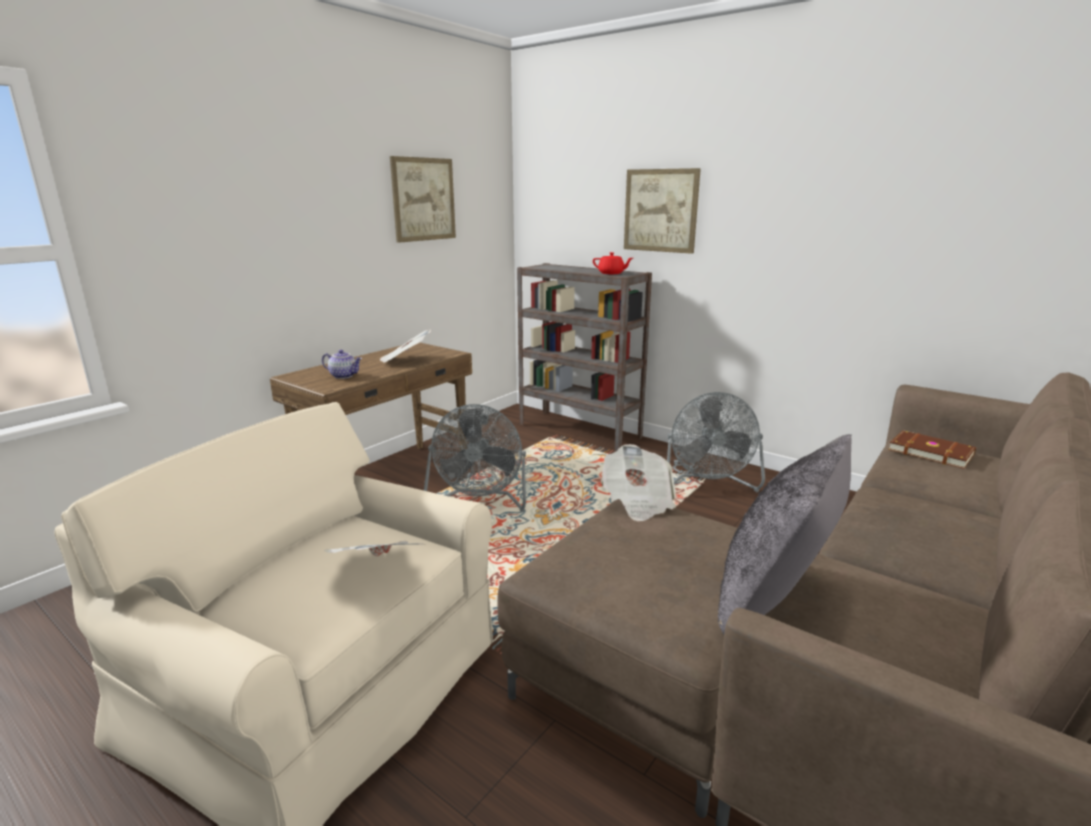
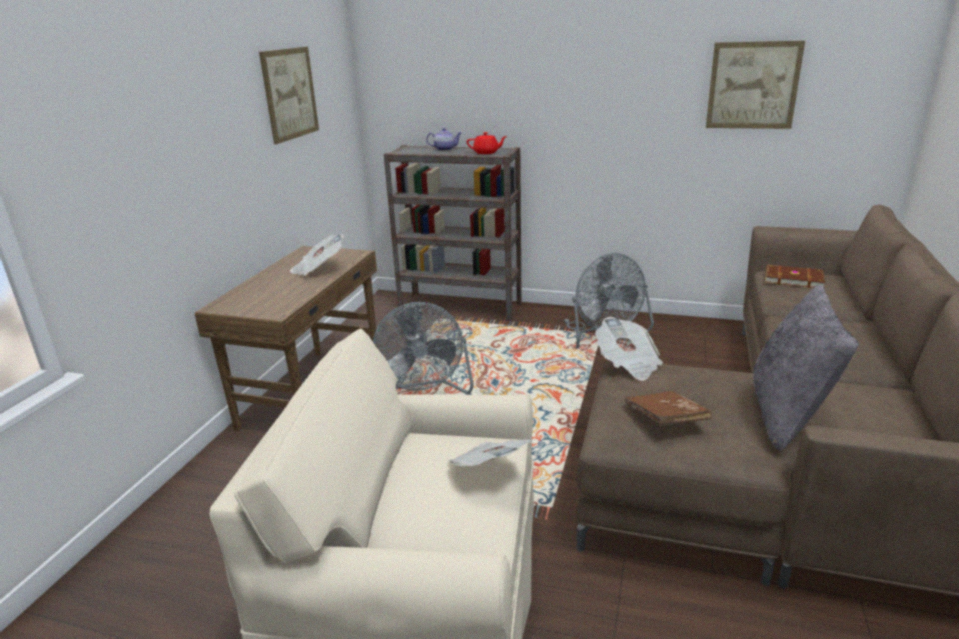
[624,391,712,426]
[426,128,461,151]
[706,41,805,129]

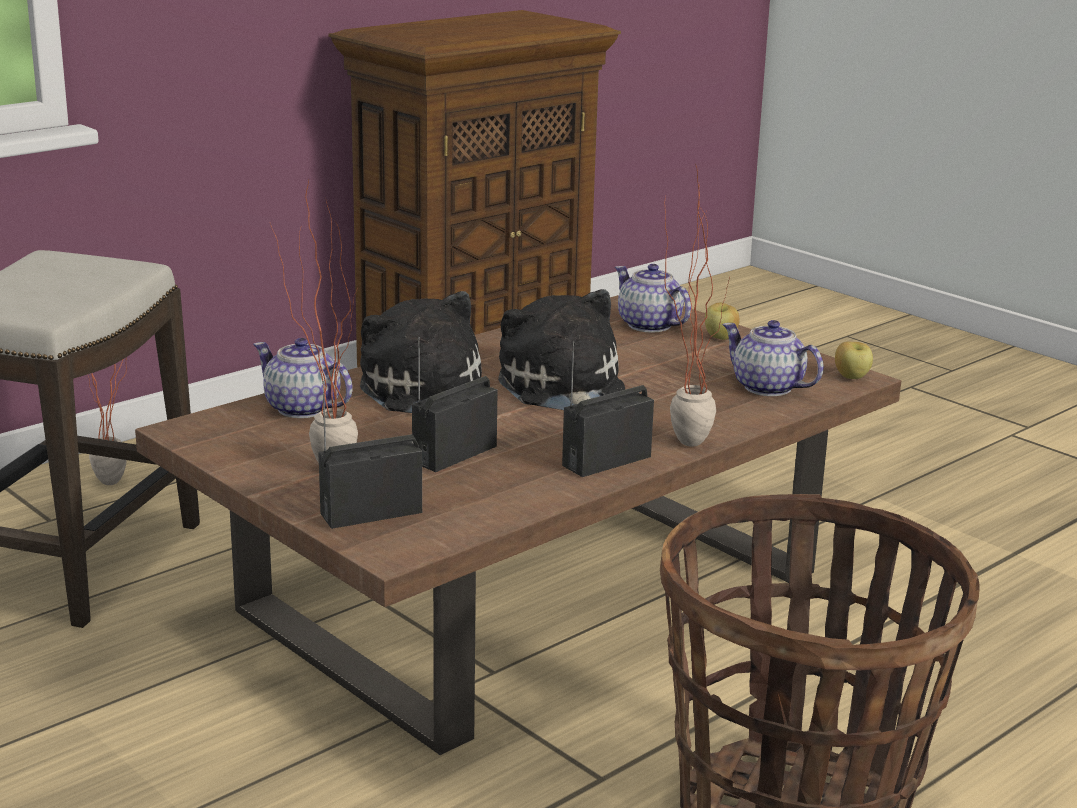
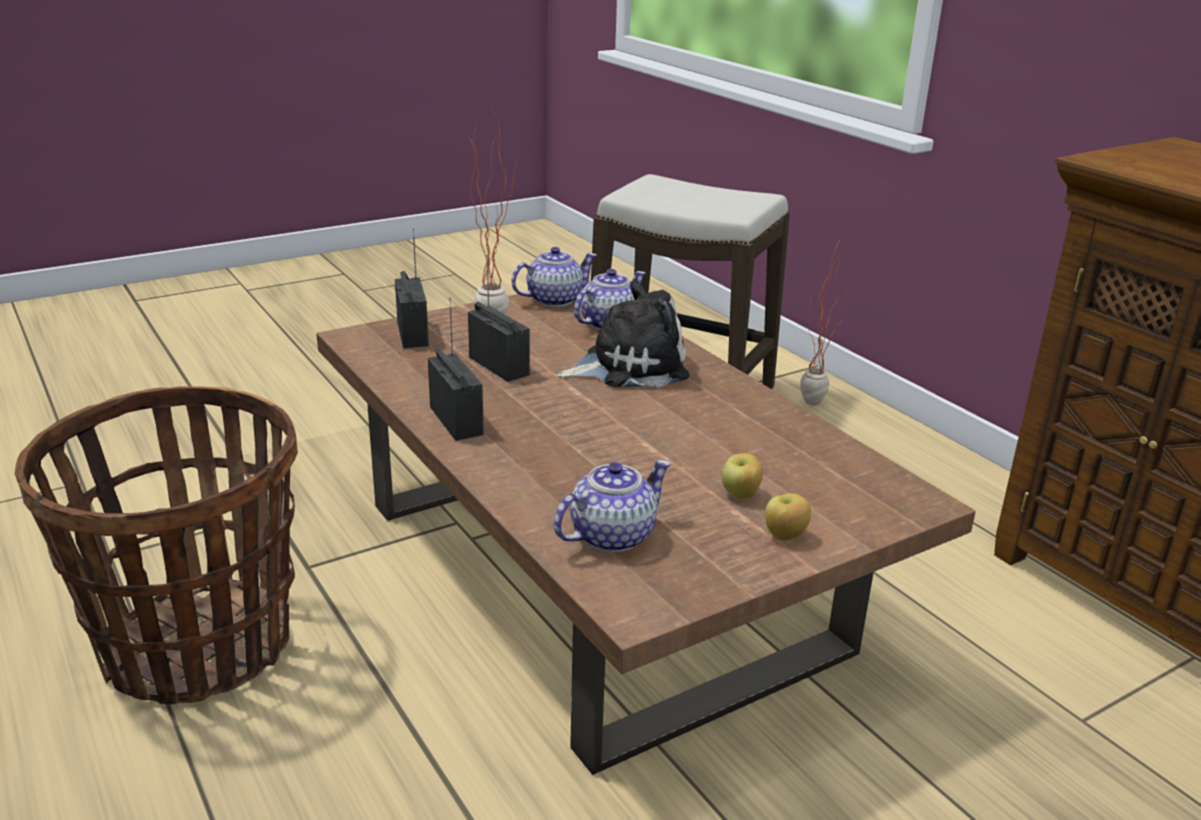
[498,289,625,410] (first image)
[664,164,729,447] (first image)
[512,247,597,307]
[722,453,763,499]

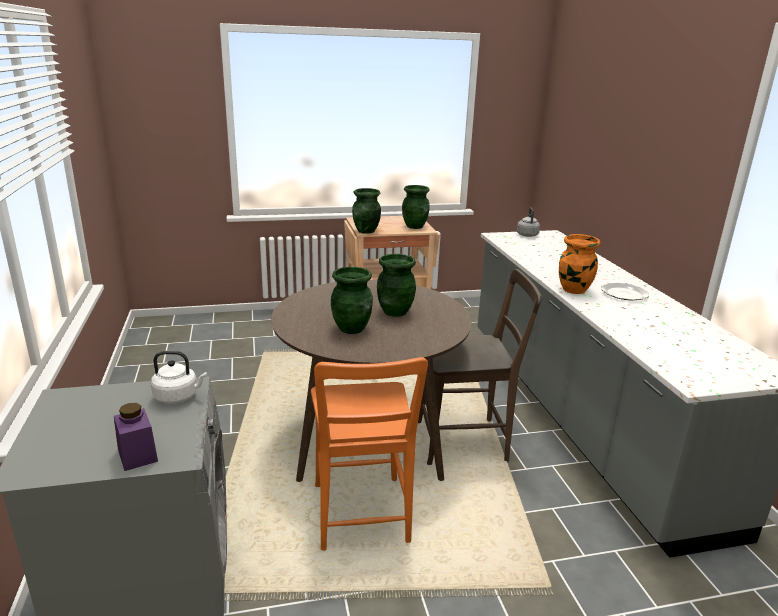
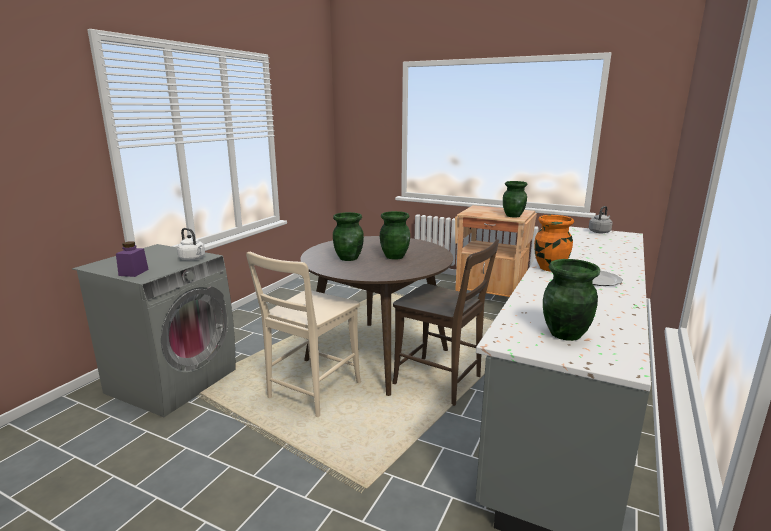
[543,259,600,341]
[246,252,361,417]

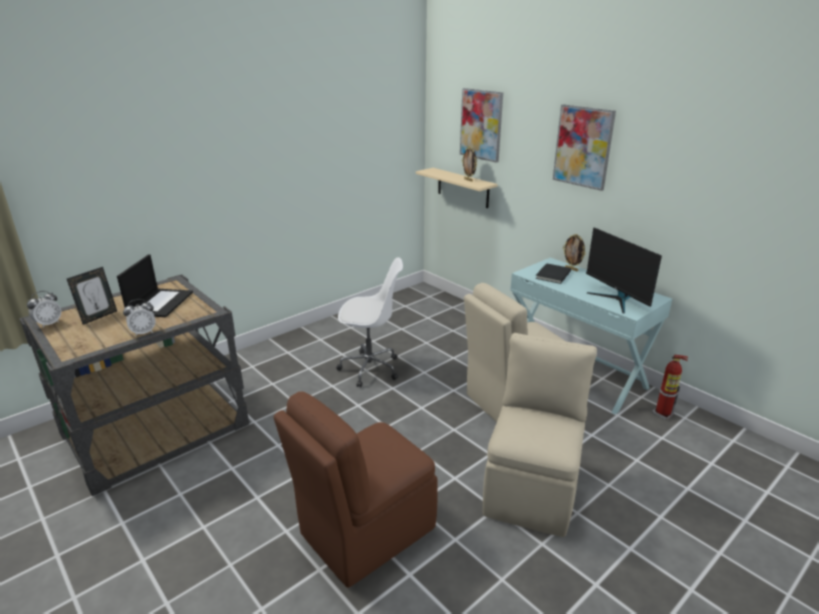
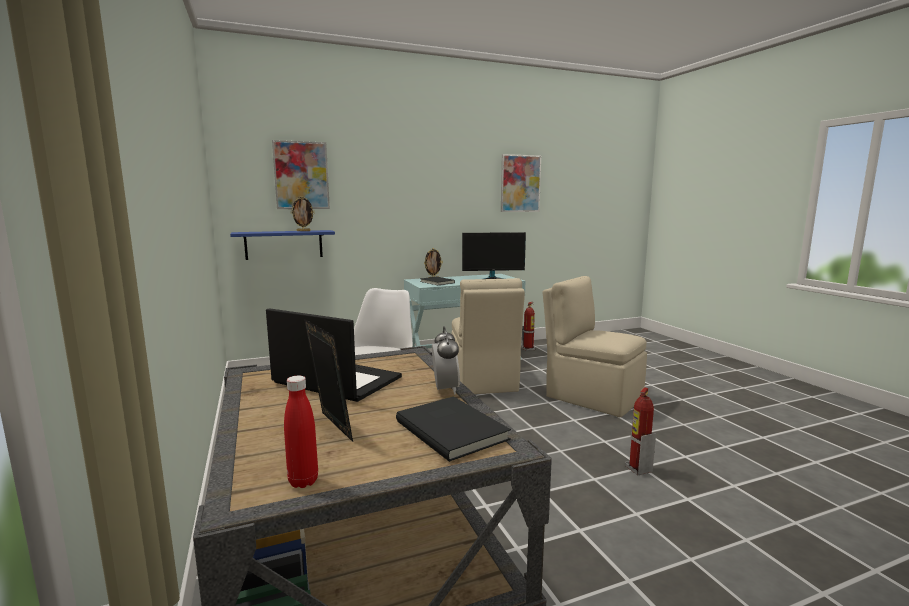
[396,396,511,462]
[501,154,541,212]
[284,376,318,488]
[625,387,656,475]
[230,230,335,260]

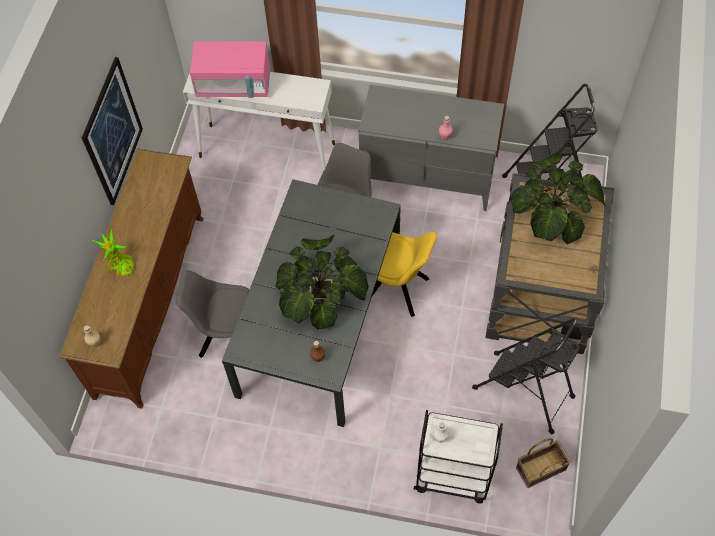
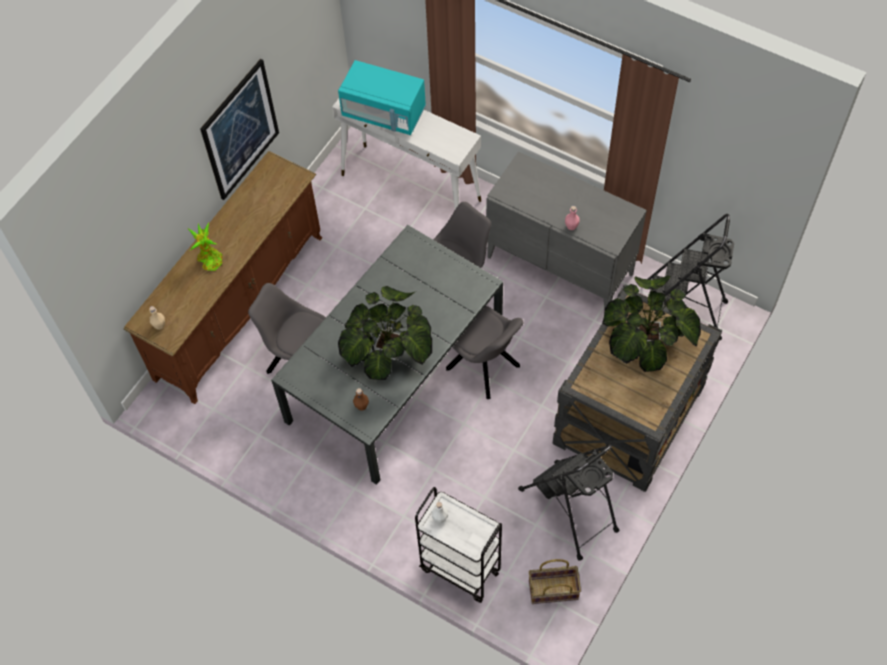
[338,60,426,135]
[446,306,523,399]

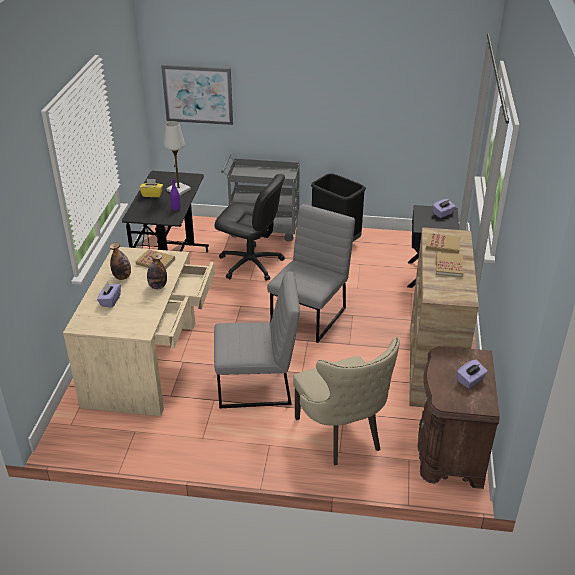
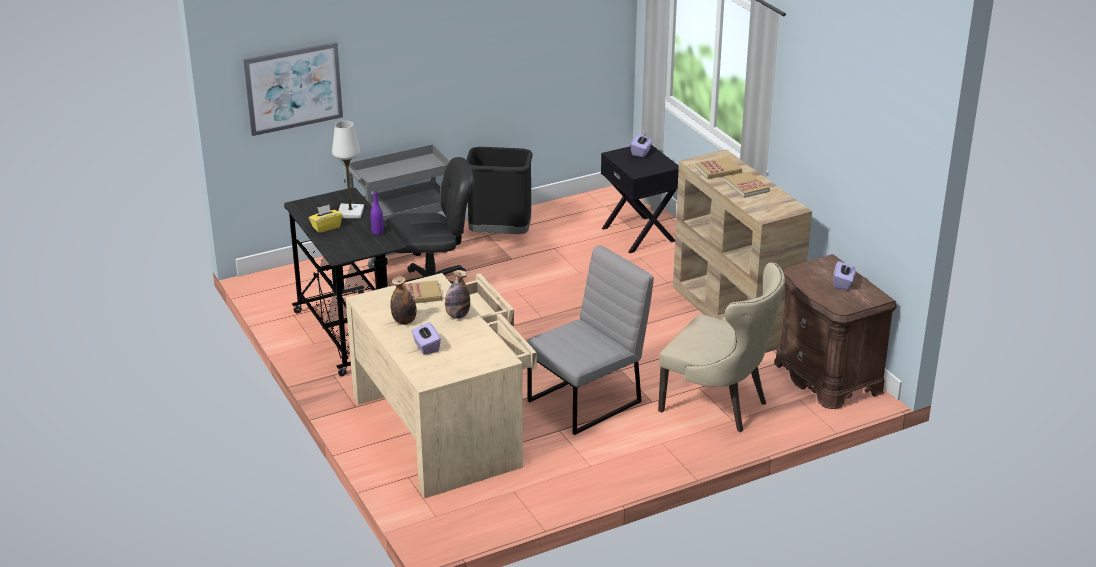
[267,204,355,343] (first image)

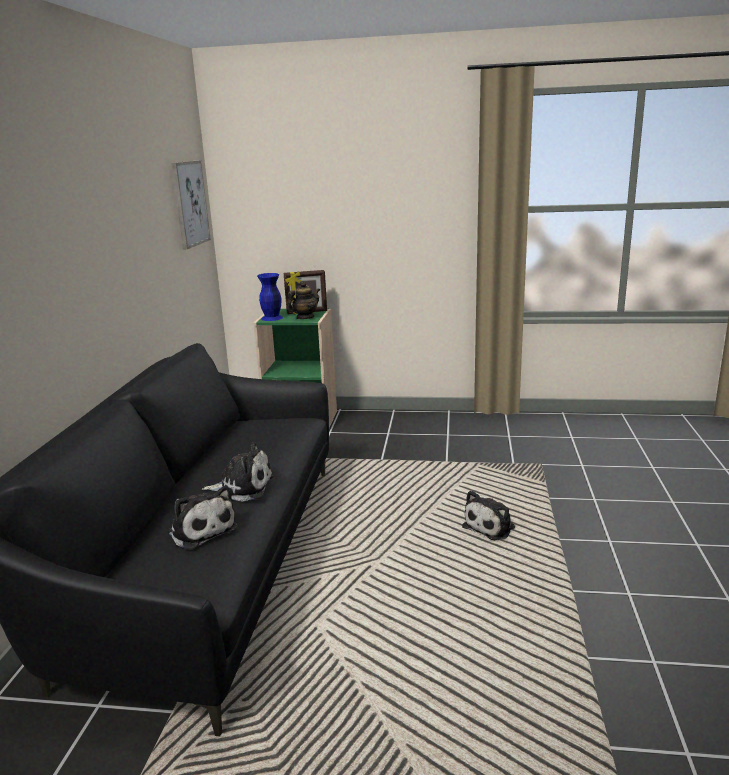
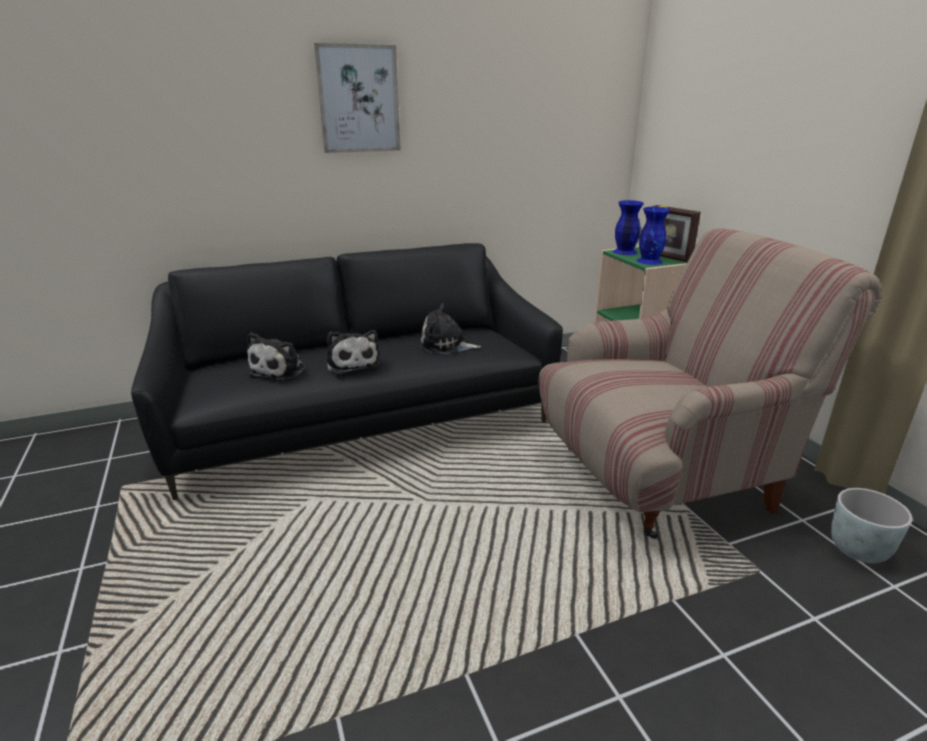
[538,228,882,539]
[831,488,913,563]
[314,43,401,153]
[420,304,481,354]
[637,207,670,265]

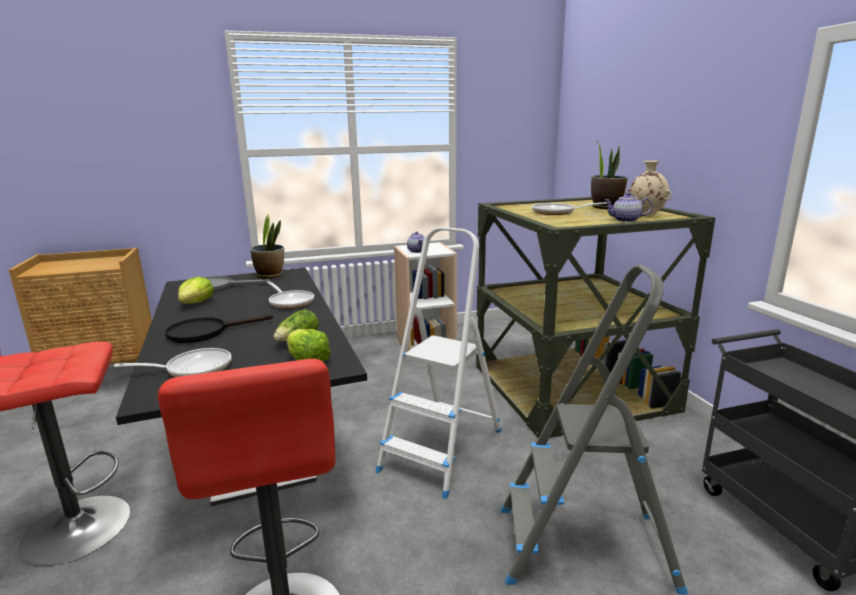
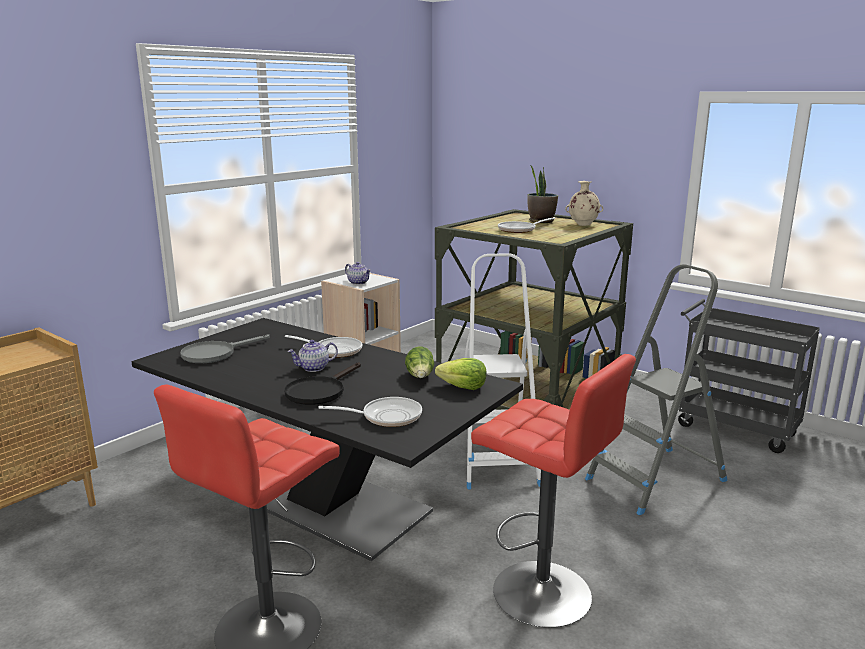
[178,277,214,304] (first image)
[250,214,284,278] (first image)
[288,340,338,372]
[318,397,422,427]

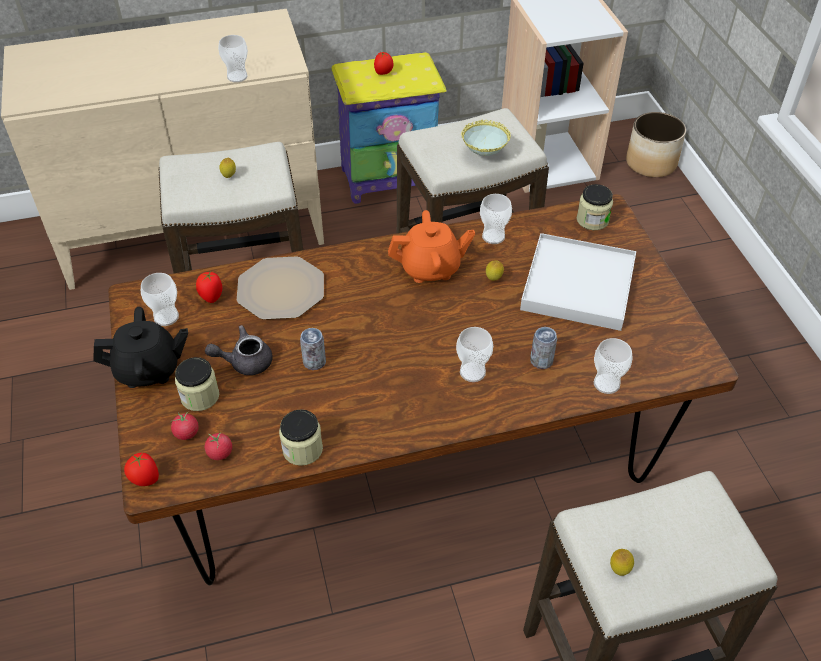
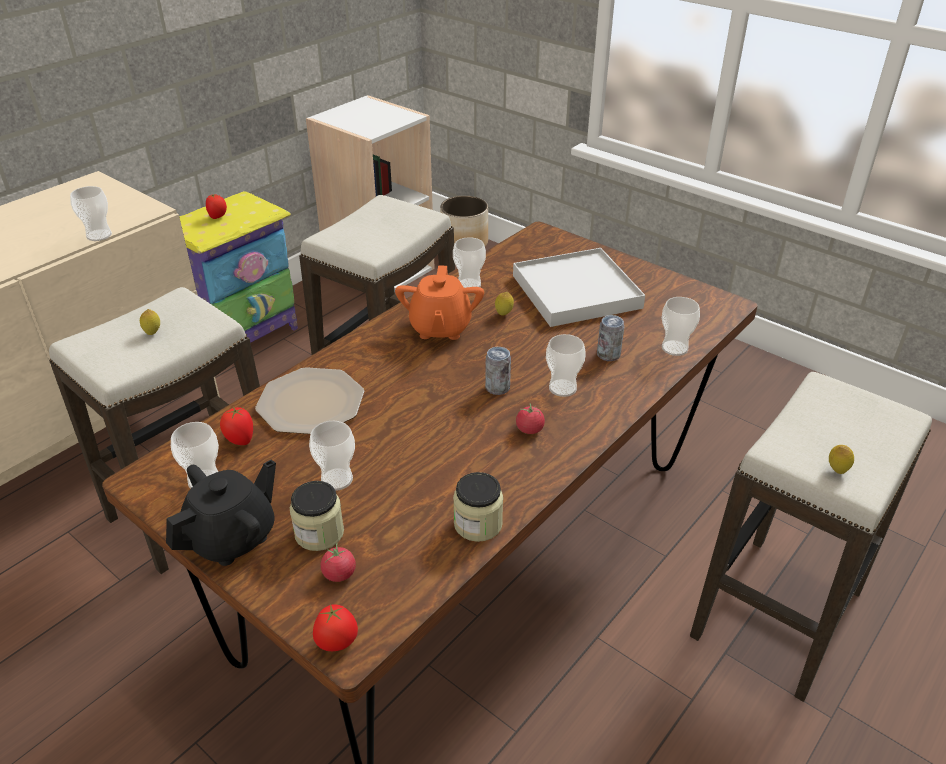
[461,120,511,156] (first image)
[577,184,613,230] (first image)
[516,403,545,434]
[485,347,511,395]
[309,421,355,491]
[395,265,484,340]

